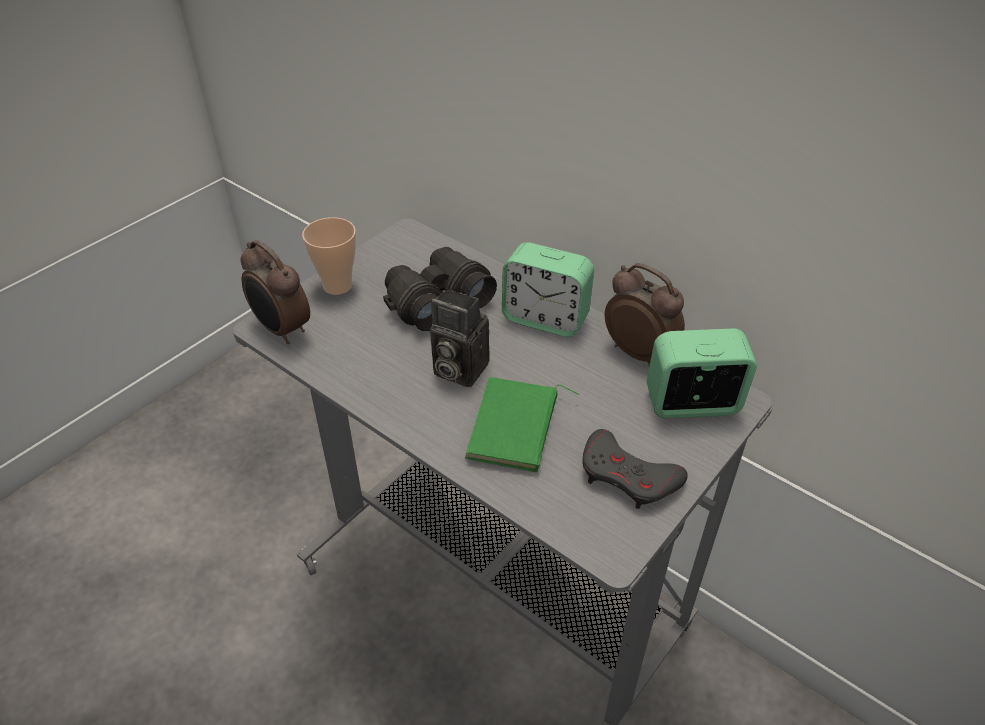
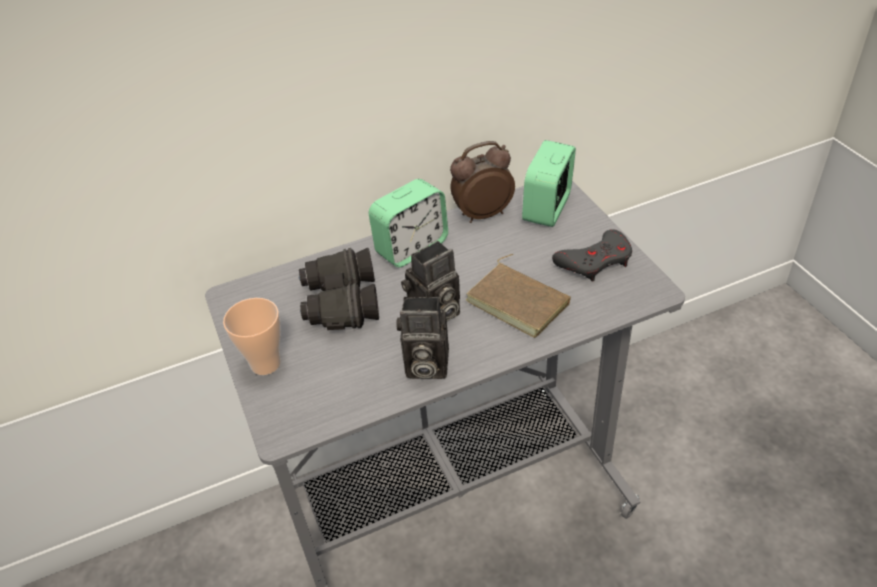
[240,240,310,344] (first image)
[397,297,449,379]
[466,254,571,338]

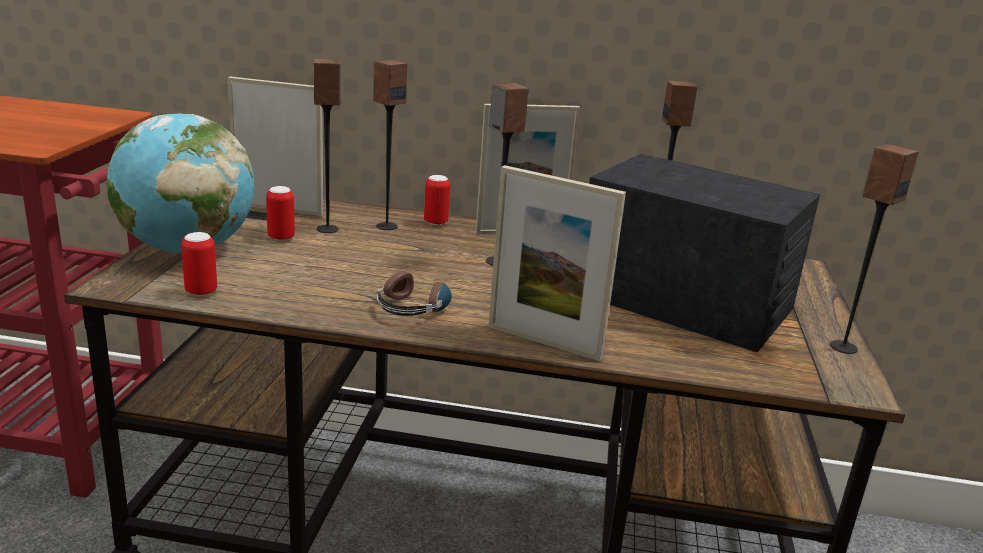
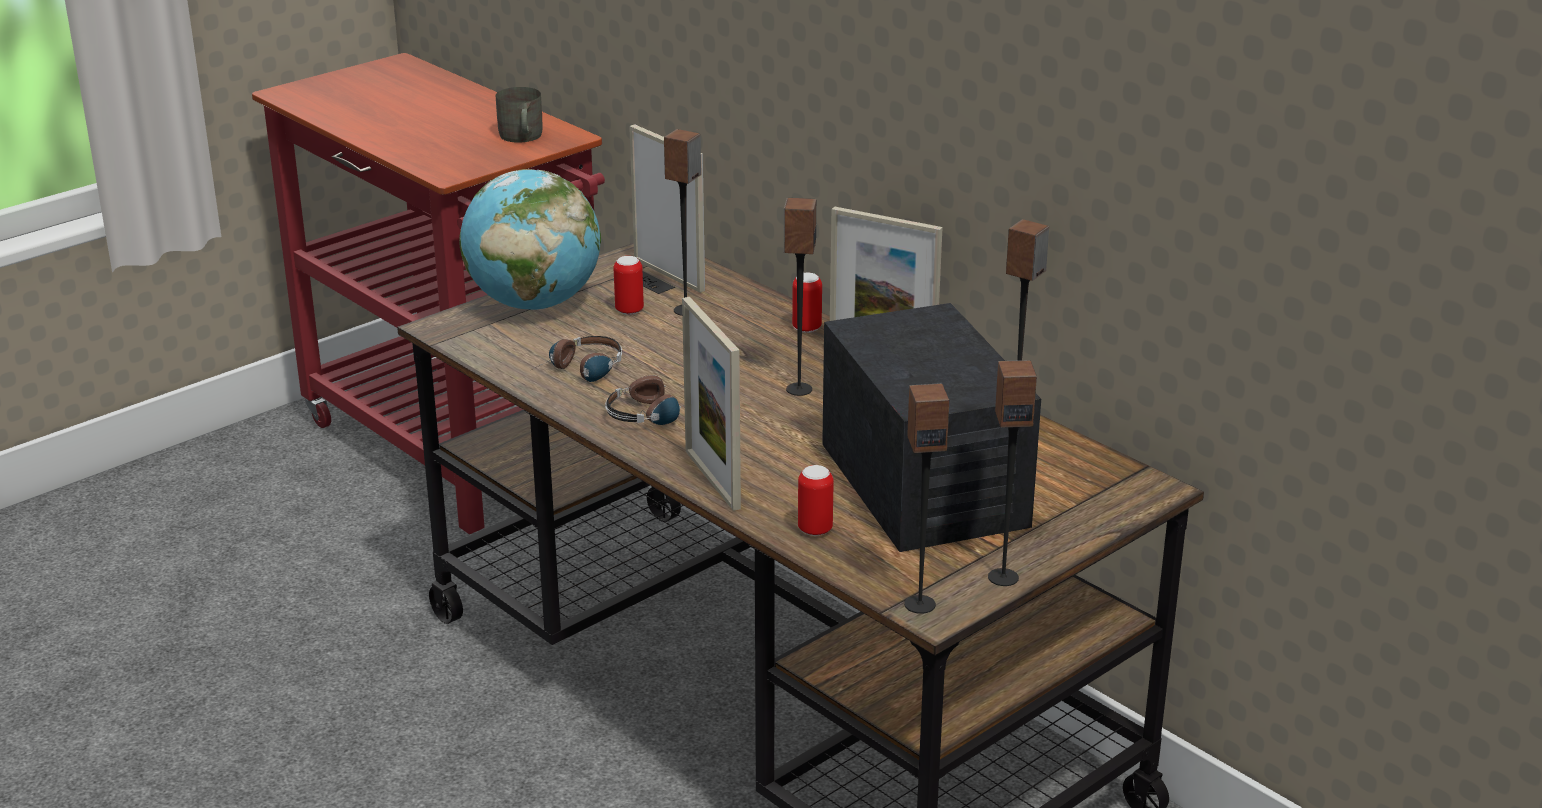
[496,87,543,143]
[530,336,622,382]
[798,465,834,536]
[904,383,949,614]

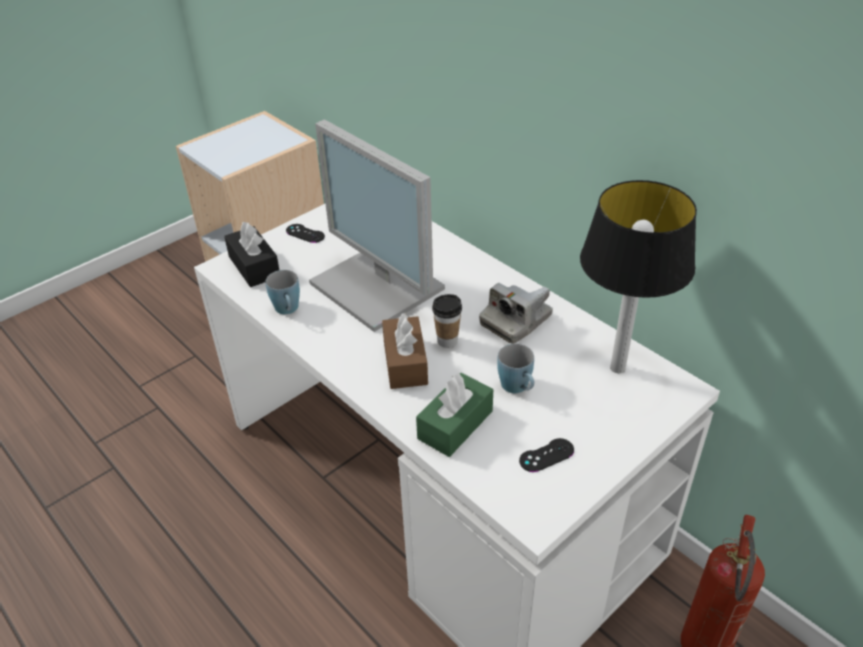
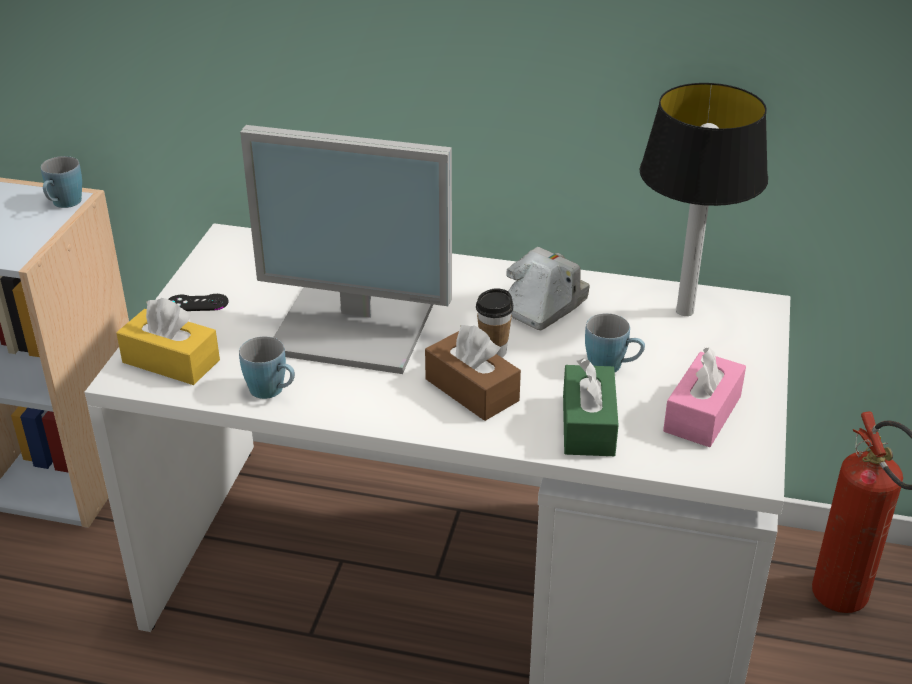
[41,156,82,208]
[663,347,746,447]
[116,298,220,385]
[507,247,590,330]

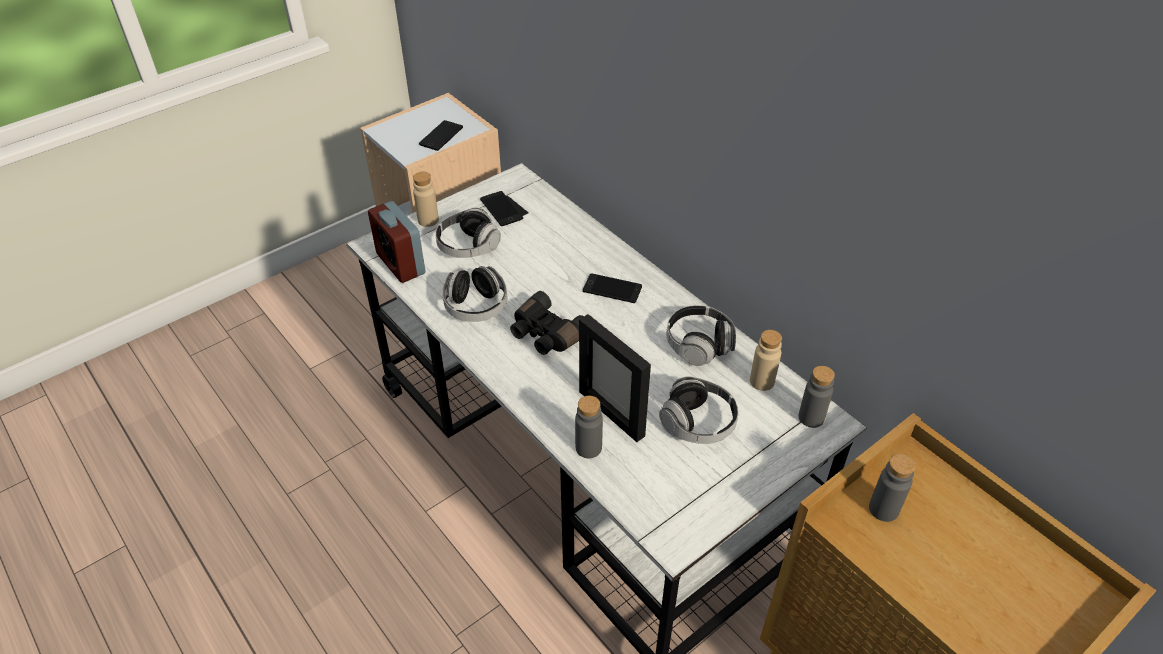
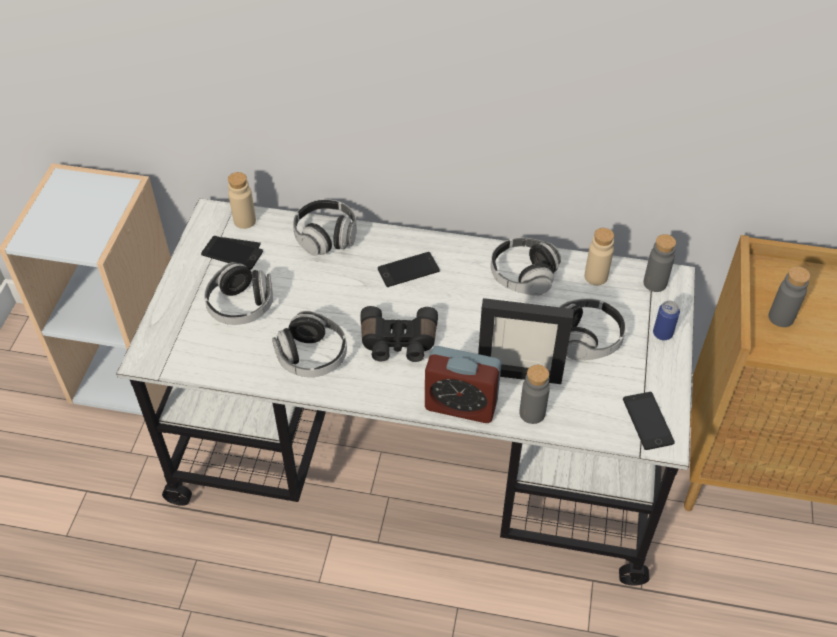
[293,199,357,256]
[653,301,680,340]
[425,346,501,423]
[228,172,256,229]
[623,392,675,450]

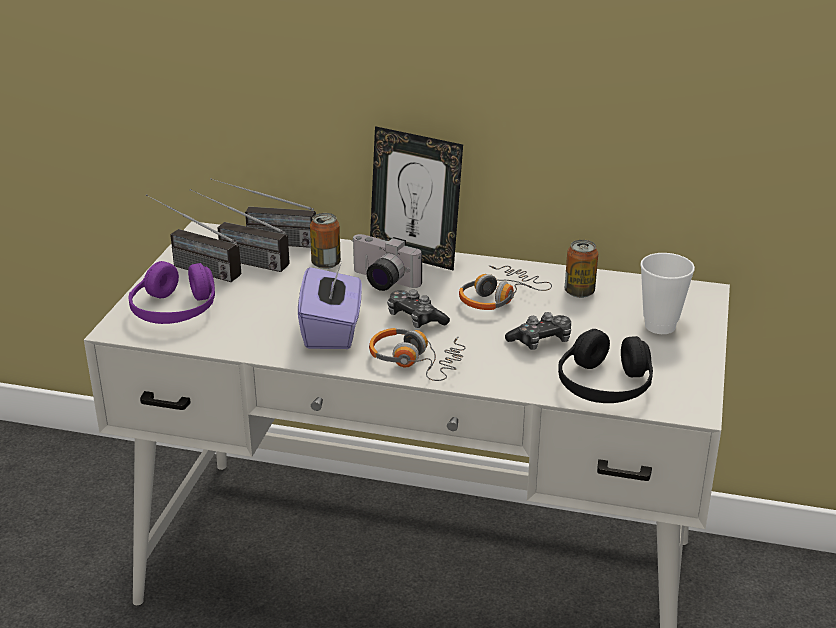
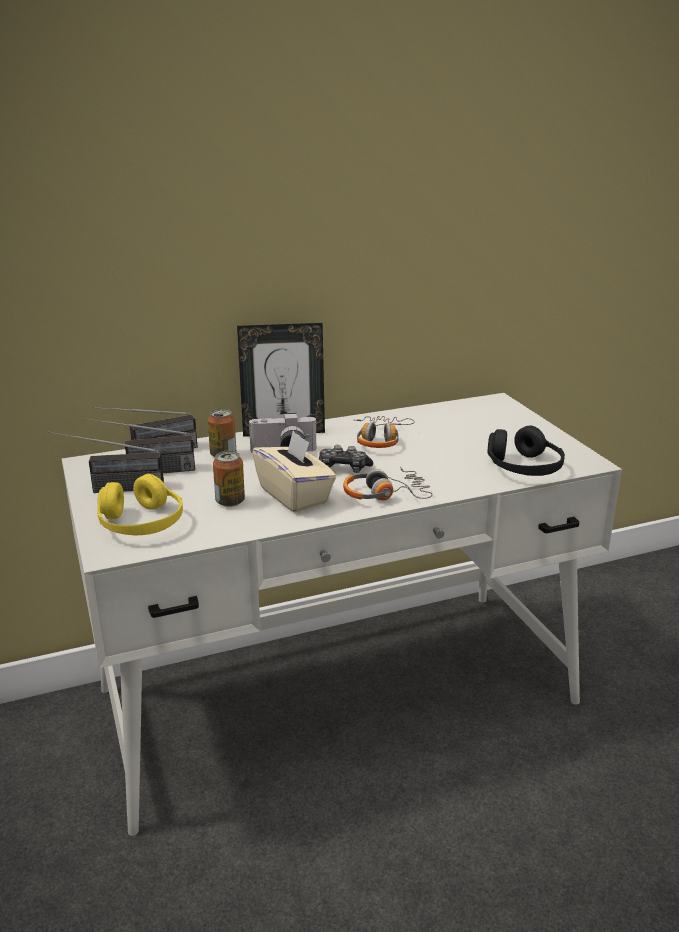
[505,312,571,350] (first image)
[641,253,695,334] (first image)
[213,451,245,507]
[97,474,183,535]
[252,431,336,513]

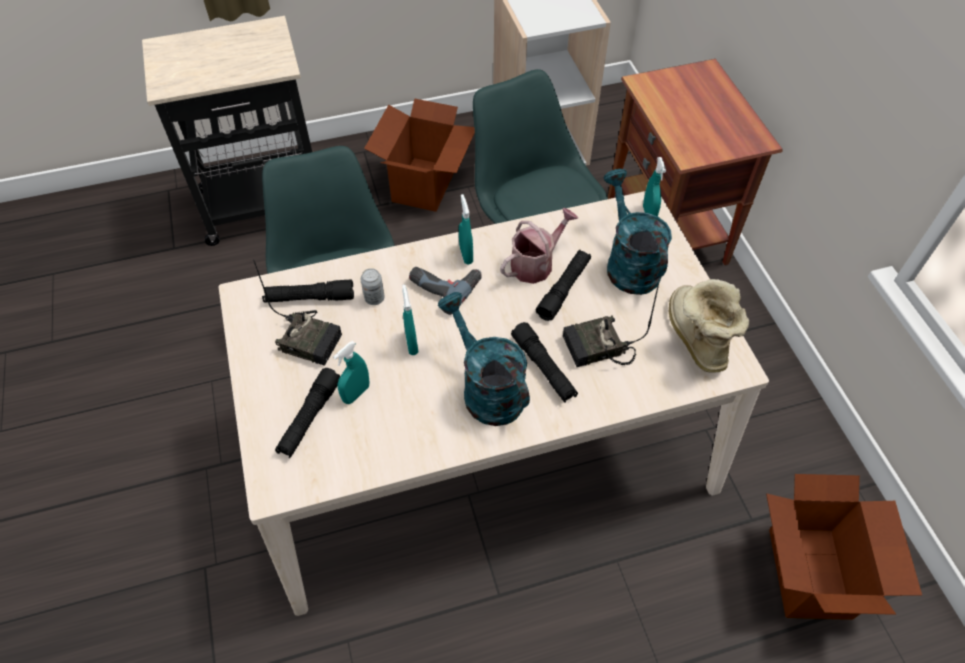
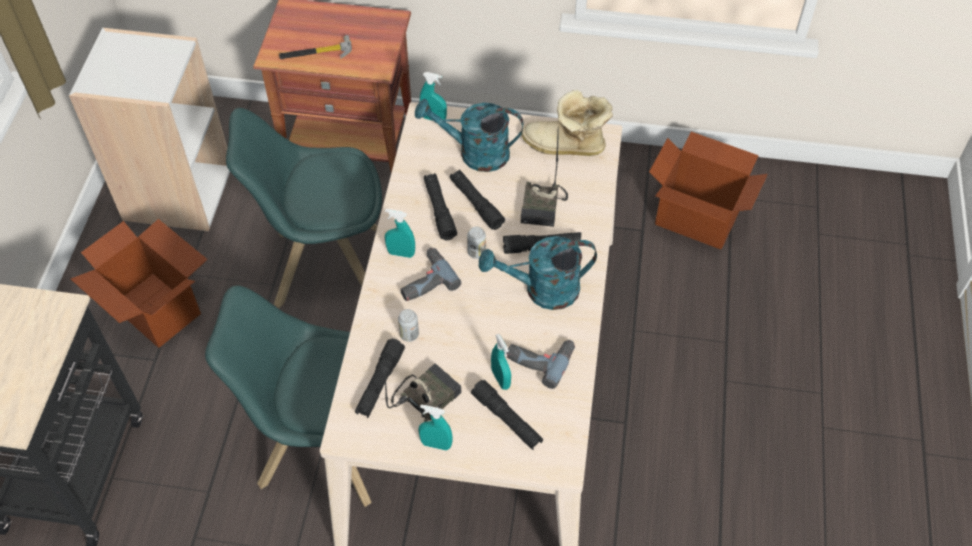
[279,35,352,59]
[467,226,486,259]
[506,340,575,389]
[418,404,453,450]
[424,173,457,240]

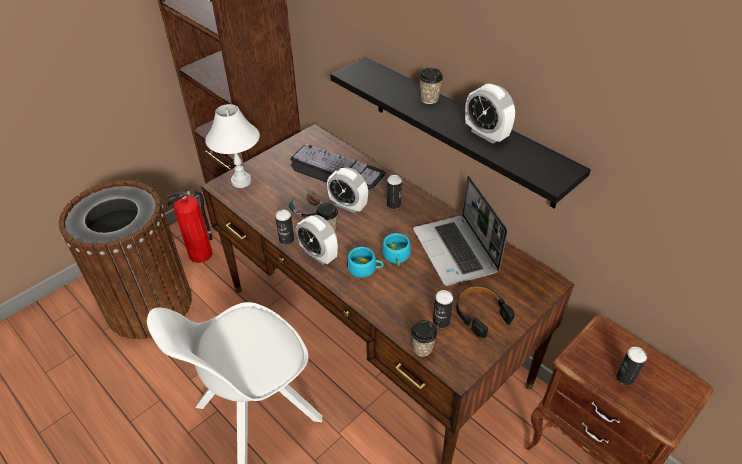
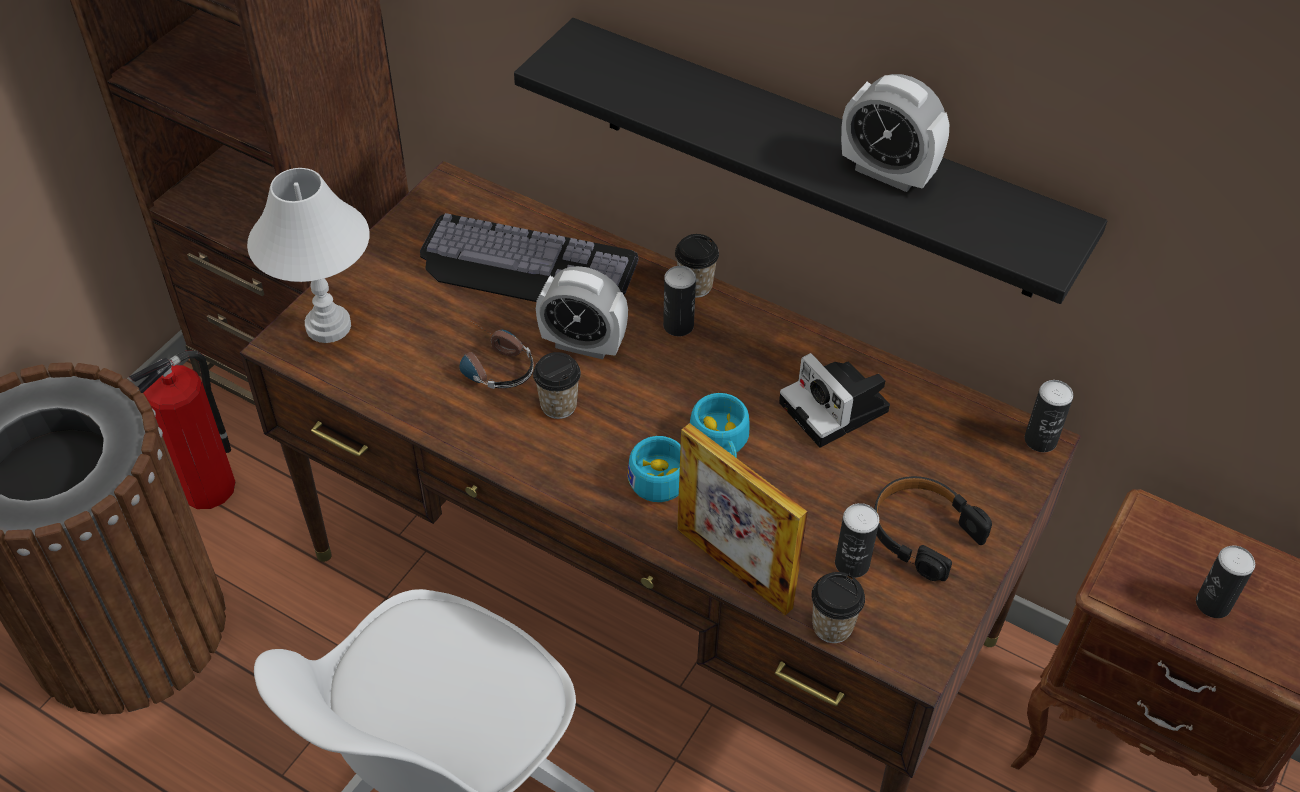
[296,215,338,264] (first image)
[677,423,808,616]
[1024,380,1074,452]
[675,234,719,298]
[779,353,890,447]

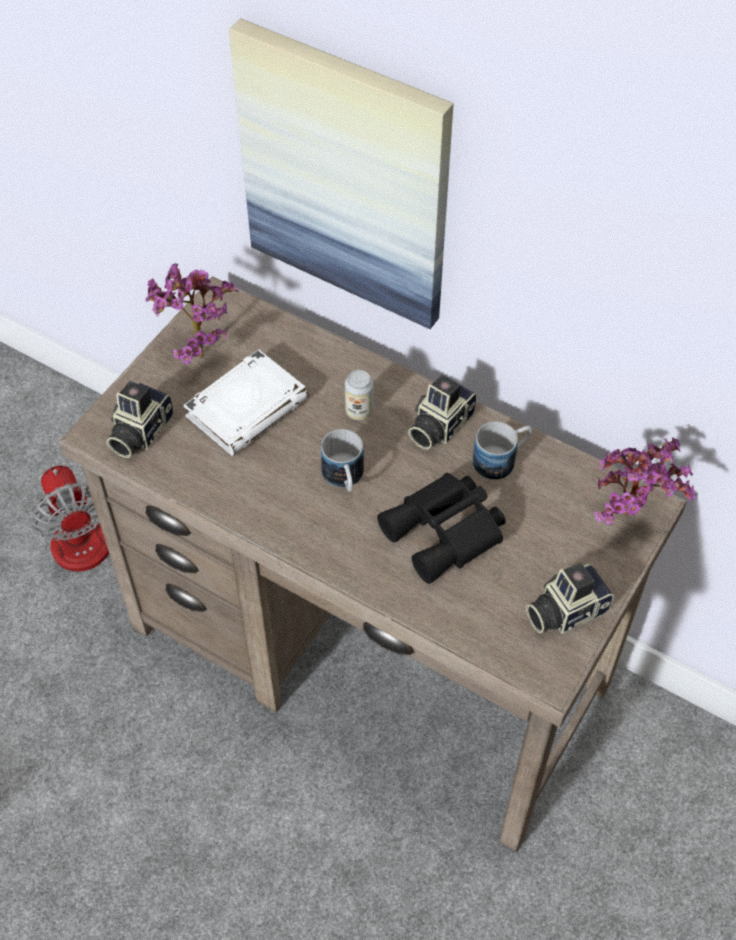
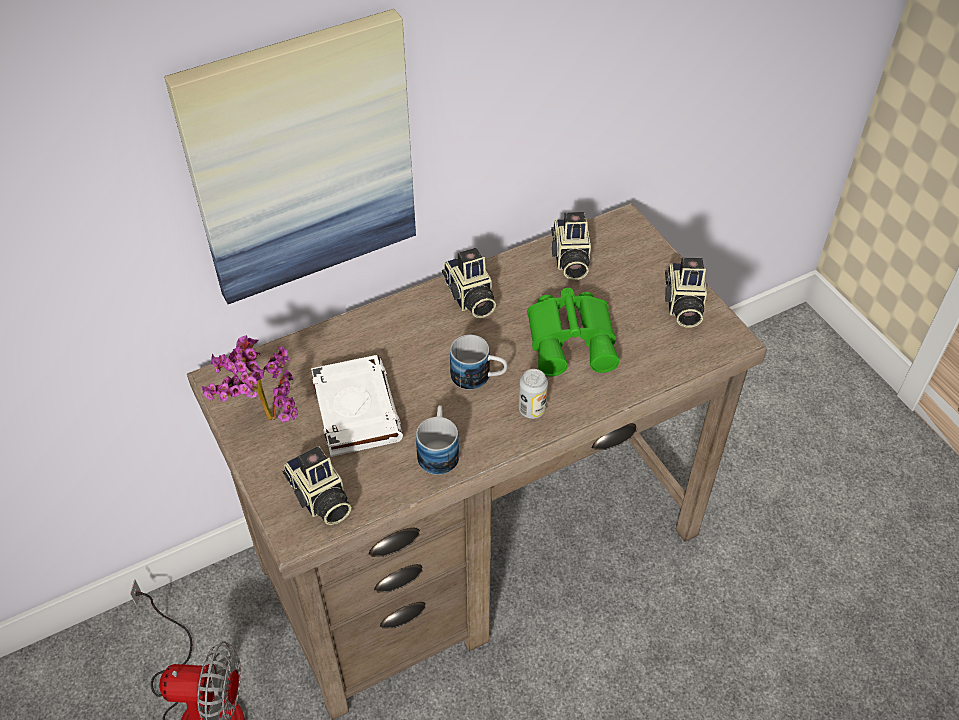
[593,437,696,525] (first image)
[551,212,591,280]
[519,369,548,419]
[416,405,459,475]
[527,288,619,376]

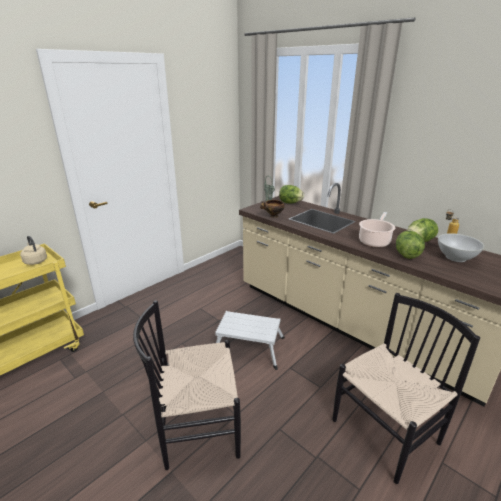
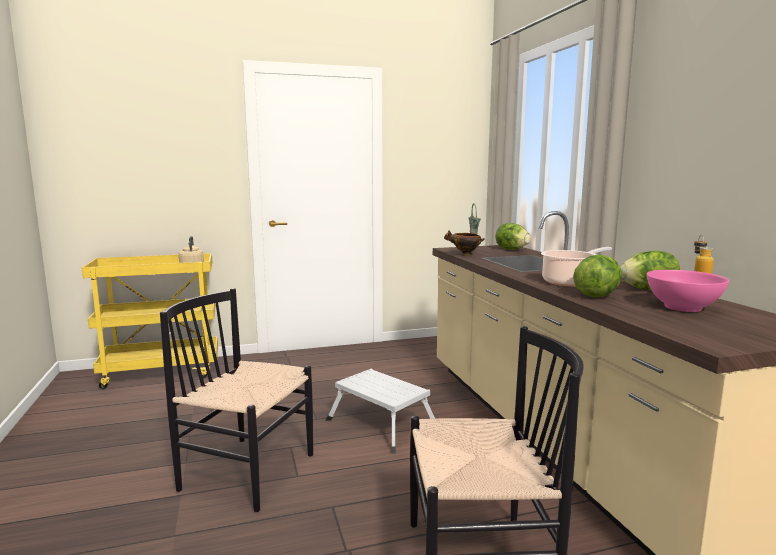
[647,270,729,312]

